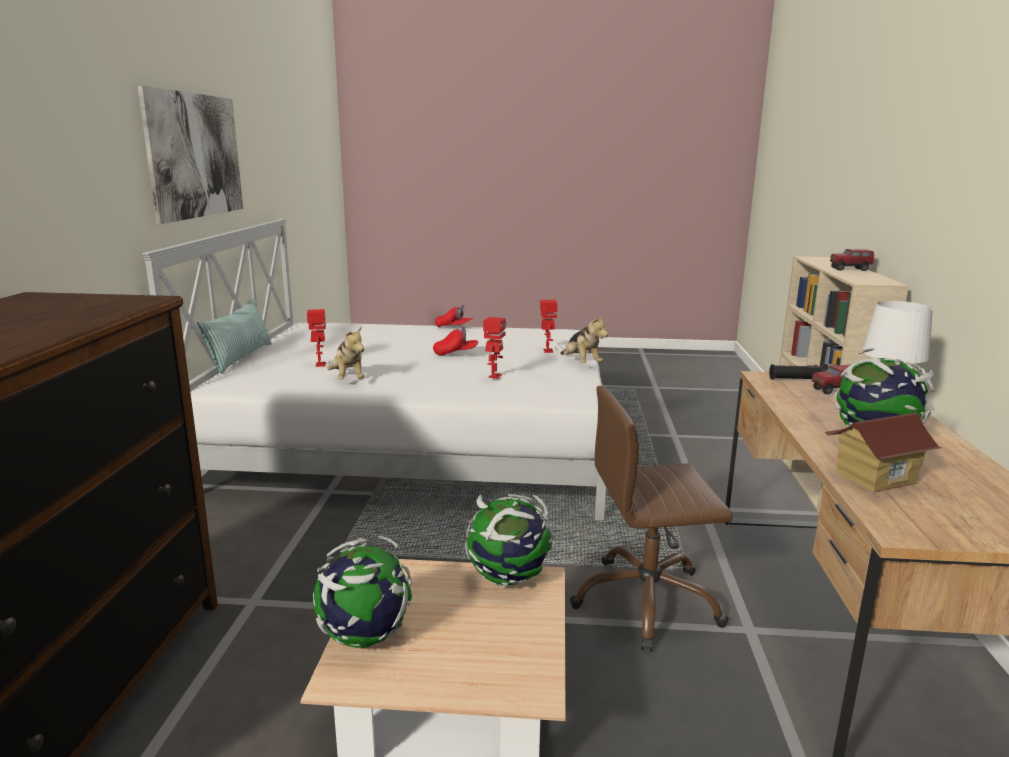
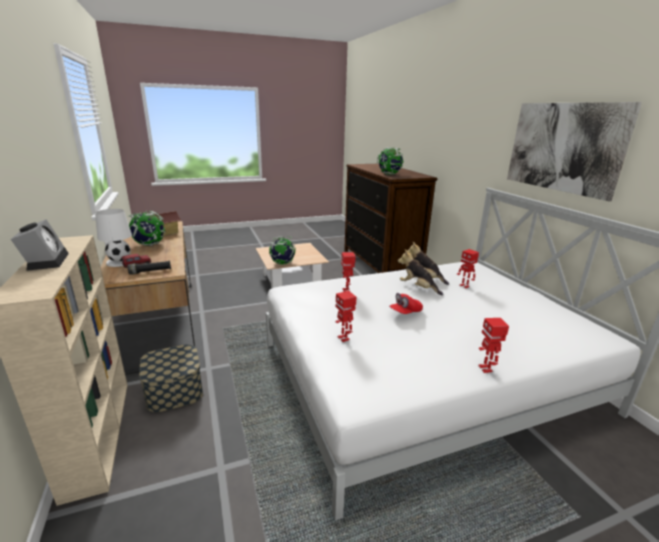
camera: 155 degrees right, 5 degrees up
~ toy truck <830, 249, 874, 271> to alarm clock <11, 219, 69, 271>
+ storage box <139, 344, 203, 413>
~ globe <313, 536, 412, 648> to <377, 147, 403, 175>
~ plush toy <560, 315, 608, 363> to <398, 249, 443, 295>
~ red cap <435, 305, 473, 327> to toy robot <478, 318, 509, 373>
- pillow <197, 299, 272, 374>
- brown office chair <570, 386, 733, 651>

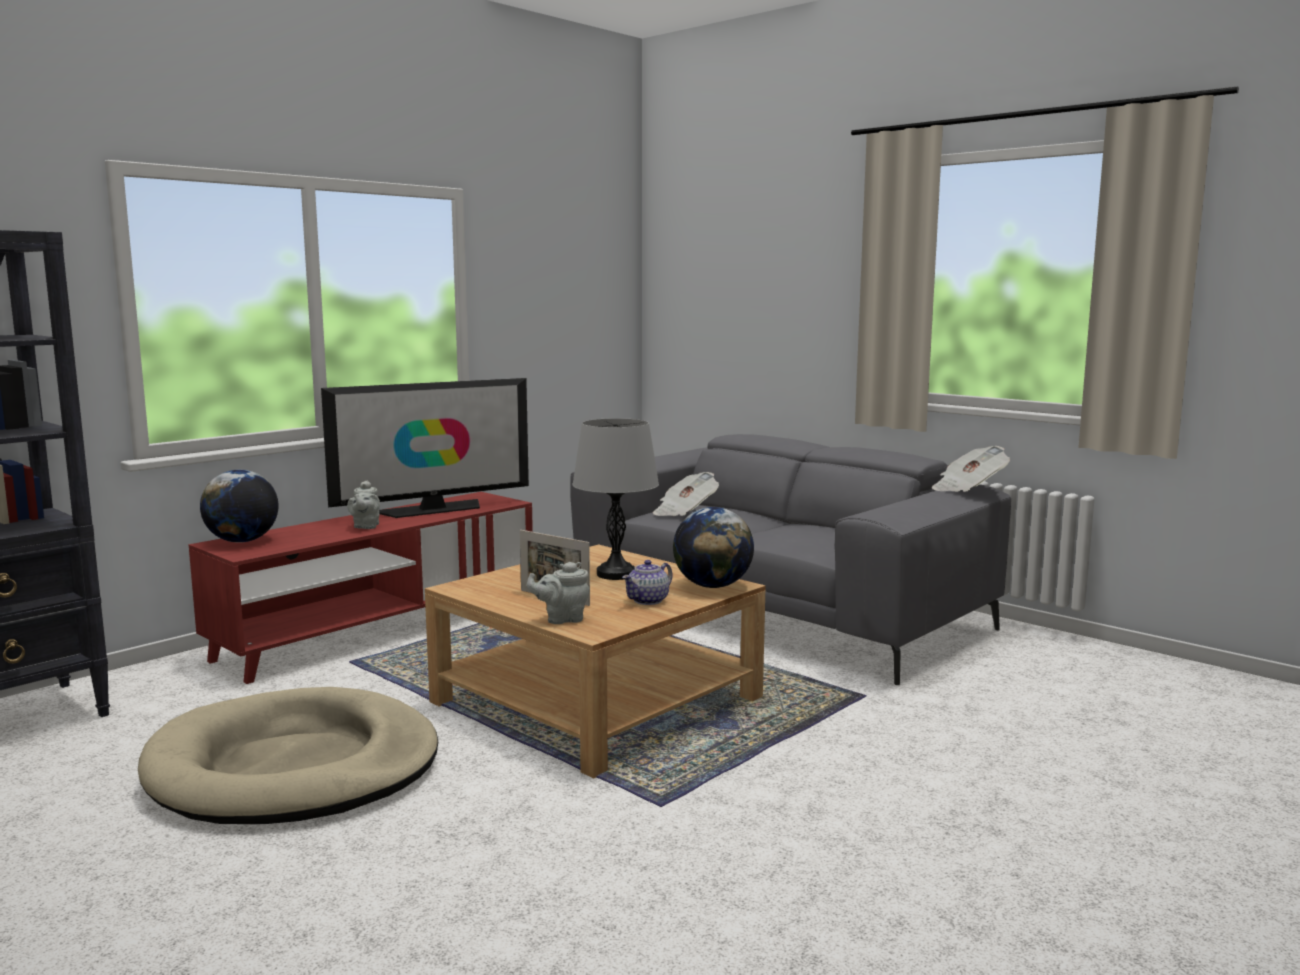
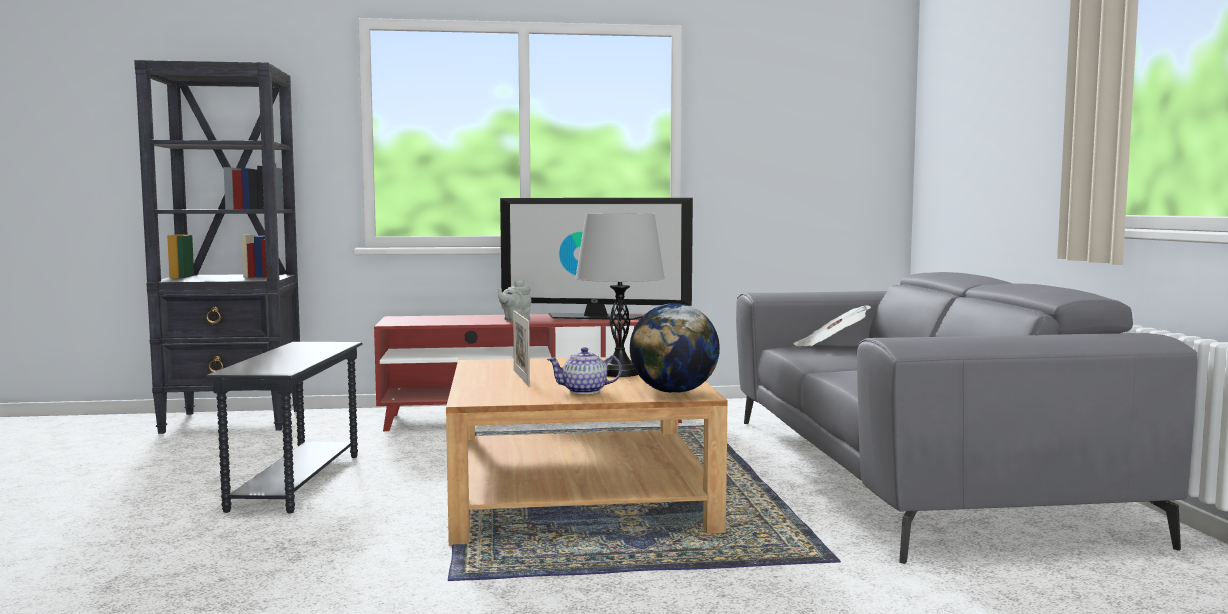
camera: 40 degrees right, 5 degrees down
~ beige dog bed <138, 687, 438, 824> to grey side table <205, 342, 363, 514>
- globe <200, 470, 279, 543>
- grey teapot <527, 562, 590, 624>
- newspaper <932, 446, 1010, 492>

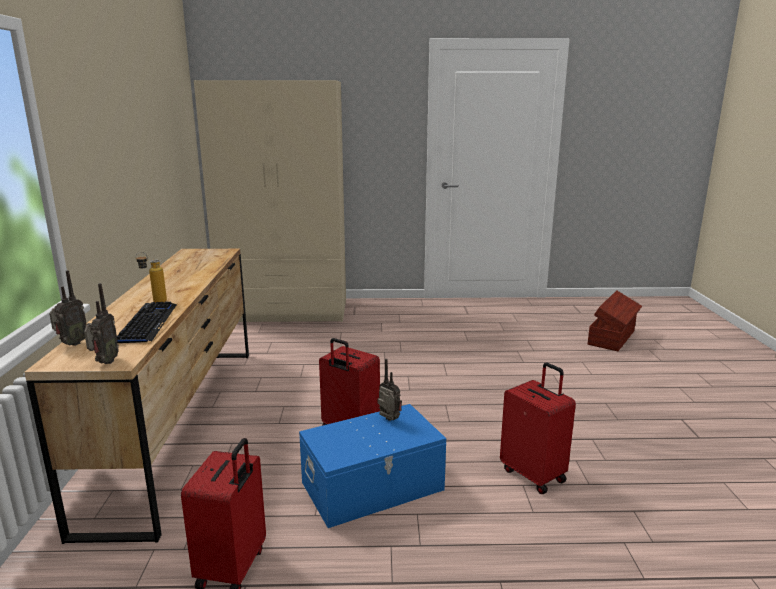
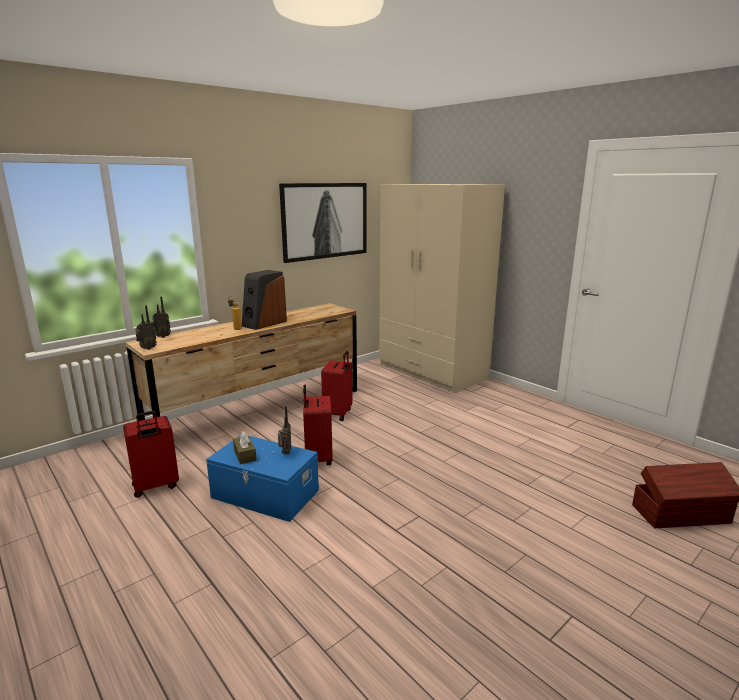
camera: 50 degrees right, 0 degrees up
+ brown tissue box <233, 431, 256, 464>
+ speaker <242, 270, 287, 330>
+ picture <279, 183, 367, 263>
~ red suitcase <500, 362, 576, 494> to <321, 351, 352, 421>
- keyboard <117, 302, 177, 343>

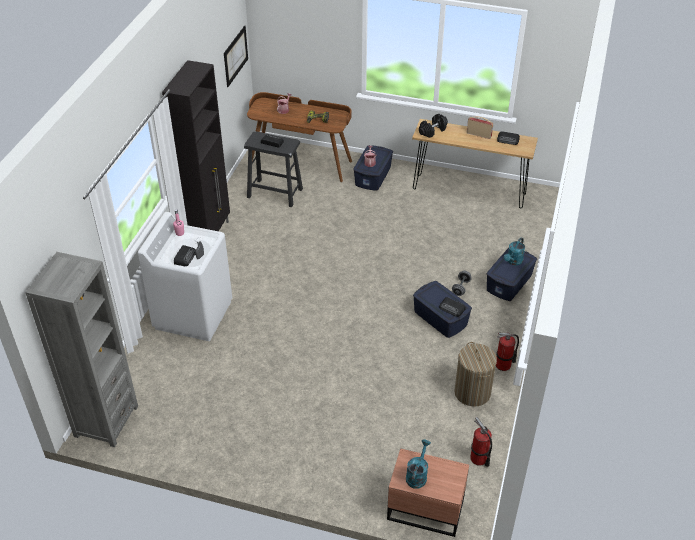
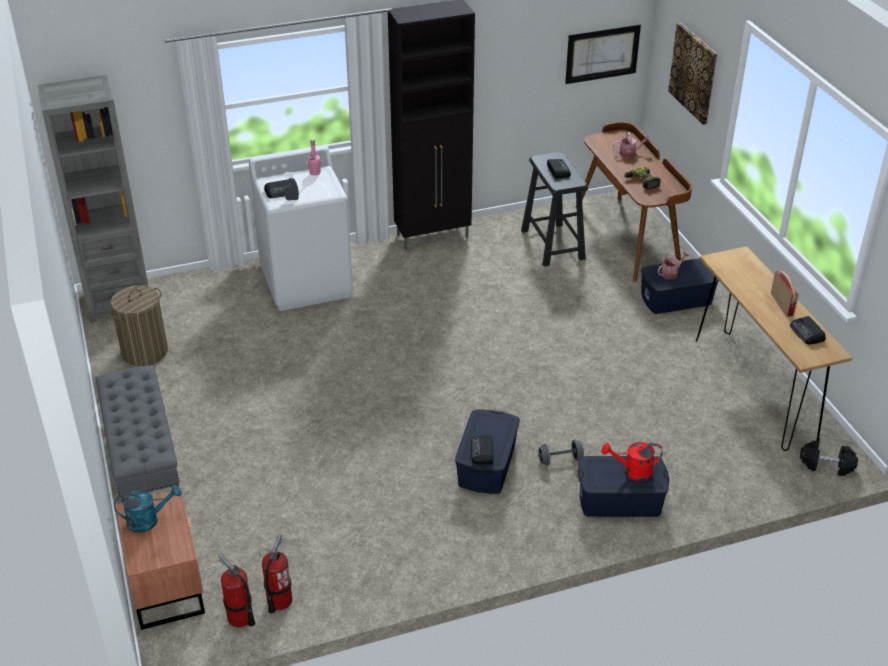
camera: 55 degrees right, 5 degrees down
+ grey bench <96, 365, 180, 503>
~ laundry basket <454, 342, 497, 407> to <109, 285, 168, 366>
~ fire extinguisher <496, 332, 519, 371> to <218, 553, 255, 627>
~ turquoise watering can <504, 238, 525, 266> to red watering can <602, 442, 663, 481>
+ picture <668, 23, 717, 125>
~ black dumbbell <419, 114, 448, 138> to <800, 440, 858, 476>

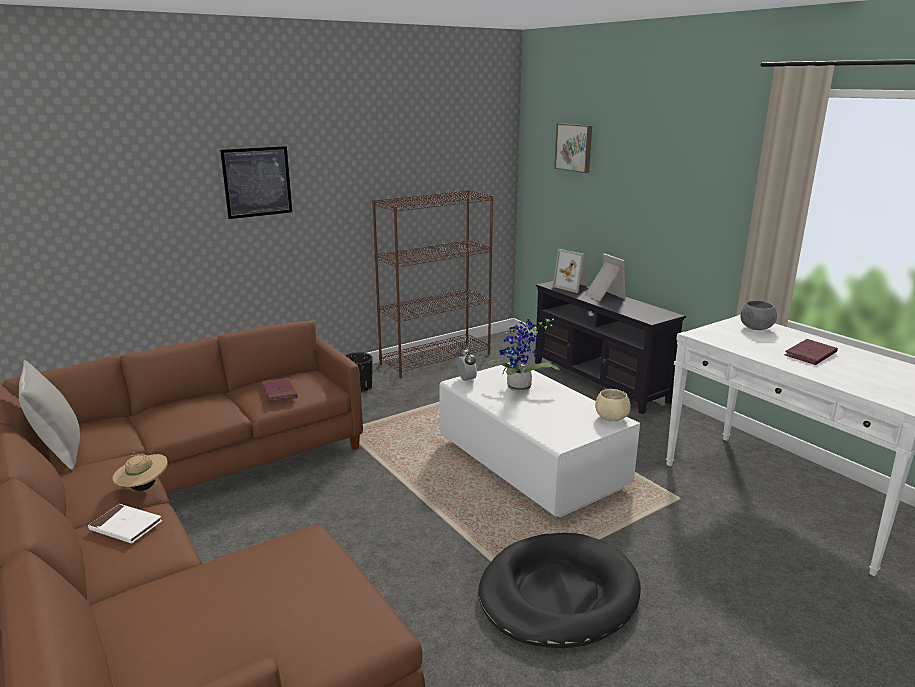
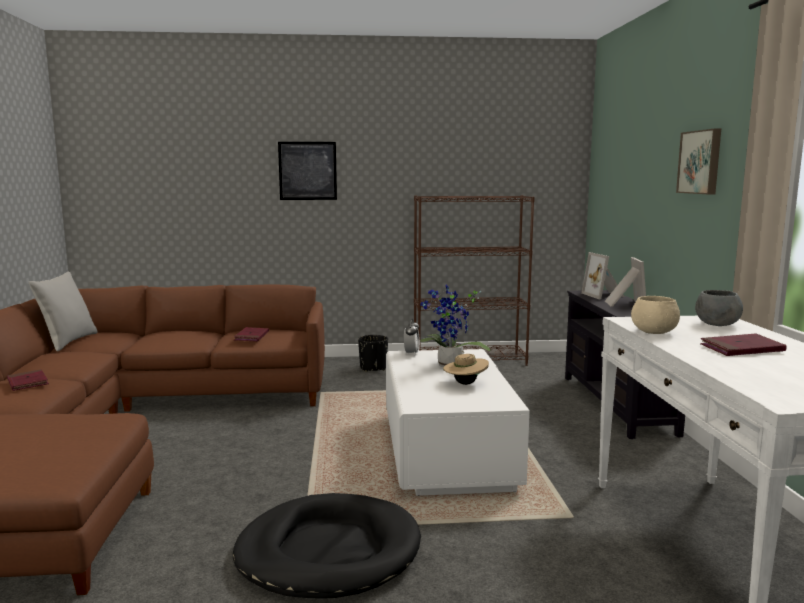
camera: 30 degrees right, 10 degrees down
~ white book <88, 504, 162, 543> to red book <7, 369, 49, 391>
~ beige hat <112, 452, 168, 491> to <443, 351, 489, 385>
~ beige bowl <595, 389, 631, 422> to <631, 296, 680, 334>
~ picture <554, 123, 592, 173> to <676, 129, 721, 194>

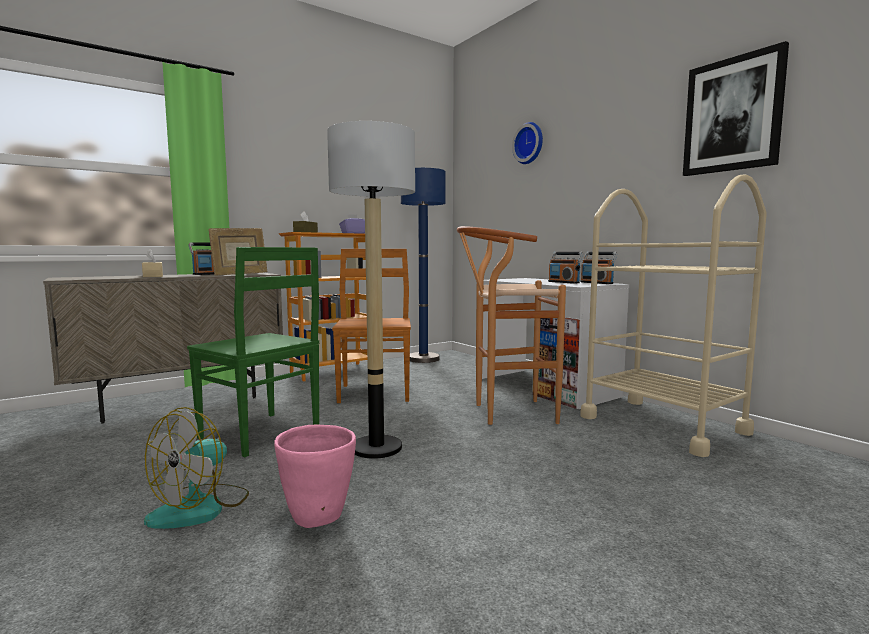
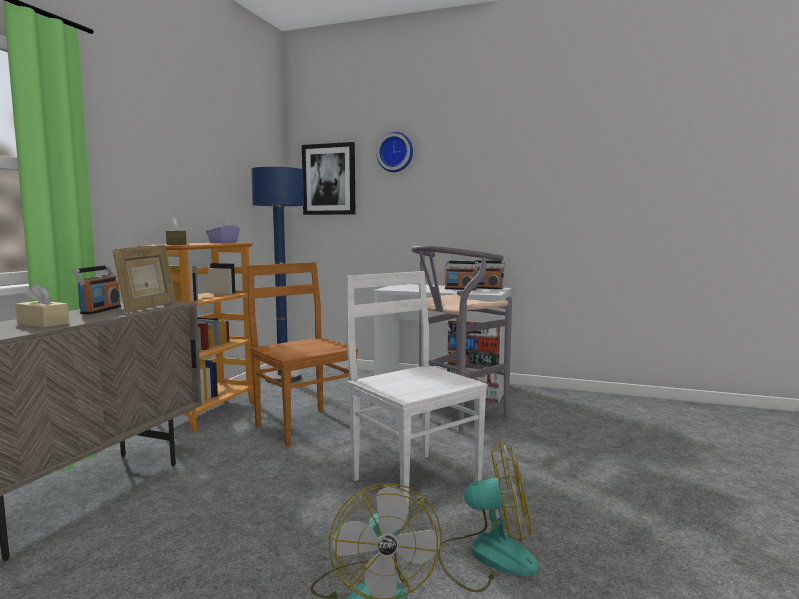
camera: 35 degrees left, 0 degrees up
~ picture <683, 41, 789, 176> to <302, 142, 355, 215>
~ floor lamp <327, 121, 415, 459> to white chair <346, 271, 488, 513>
~ brown stool <457, 226, 566, 425> to grey stool <411, 245, 512, 432>
~ pink planter <274, 425, 356, 528> to fan <438, 442, 538, 592>
- green chair <187, 247, 319, 457>
- beige cart <580, 174, 767, 457>

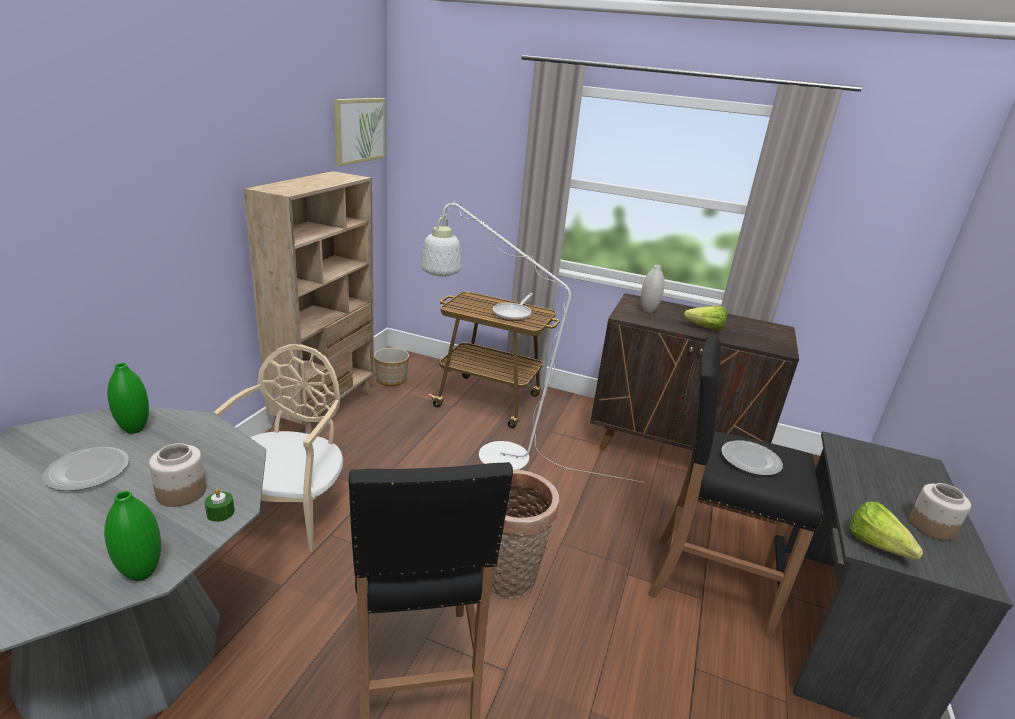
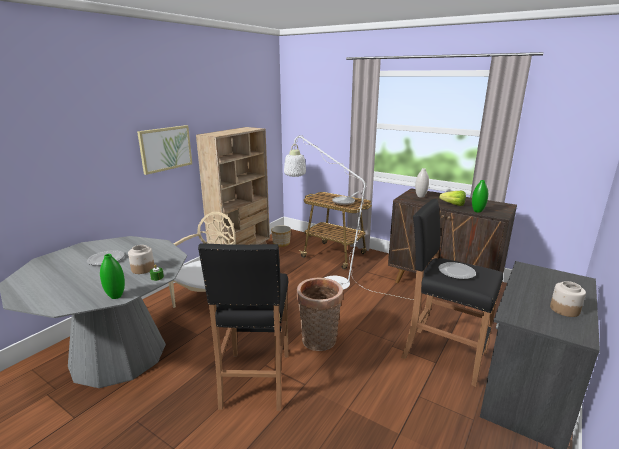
camera: 15 degrees right, 5 degrees down
~ picture <334, 98, 385, 166> to <137, 125, 192, 175>
~ green vase <107, 363, 149, 434> to <472, 180, 488, 213>
- lettuce <849, 502, 923, 560>

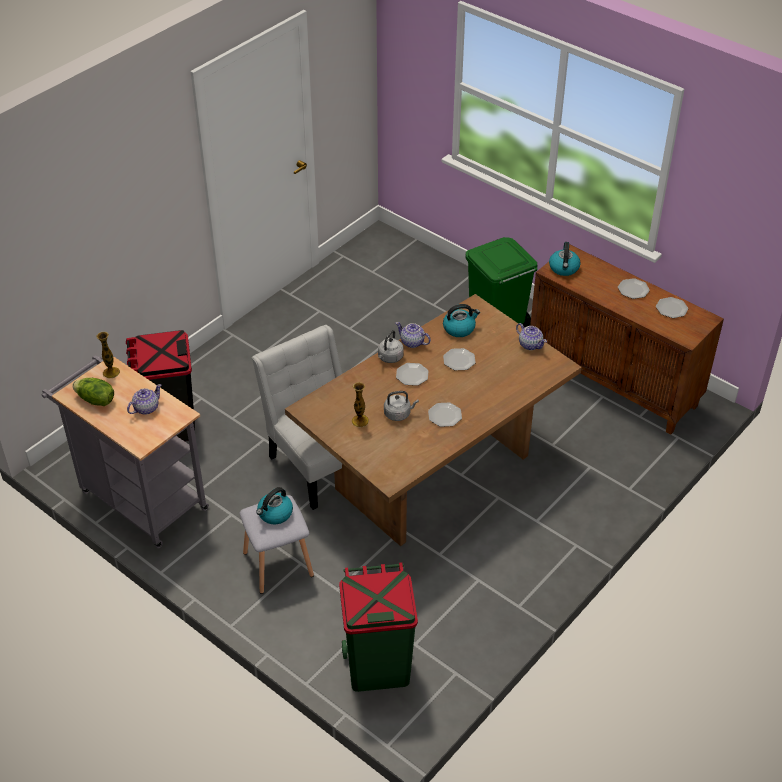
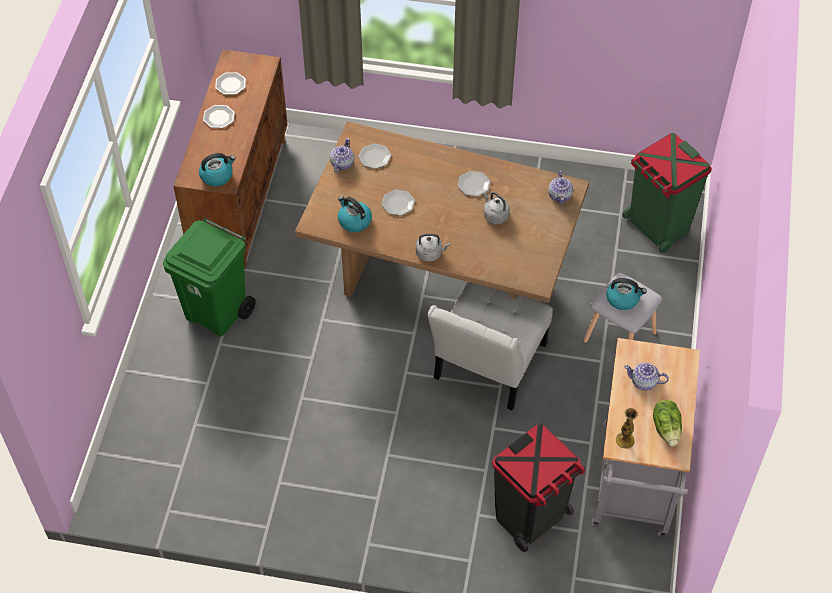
camera: 120 degrees left, 10 degrees up
~ plate <396, 363, 428, 386> to <358, 143, 391, 169>
~ teapot <396, 322, 431, 348> to <548, 171, 573, 204>
- vase <352, 382, 369, 428>

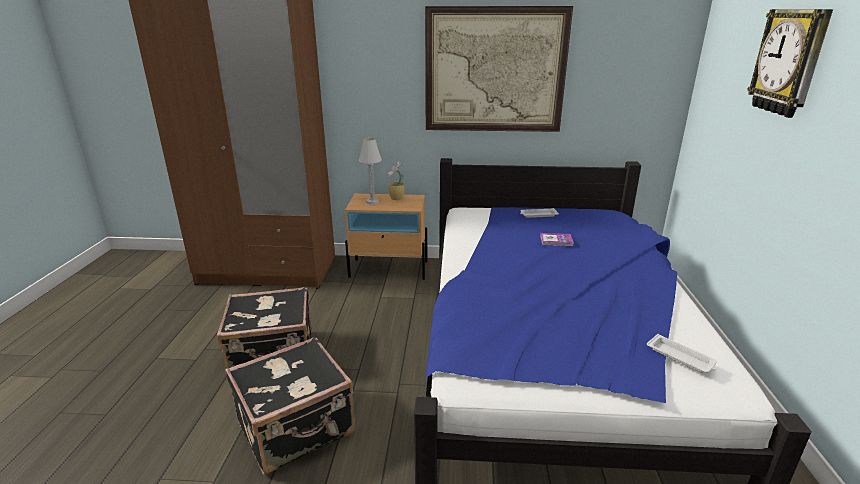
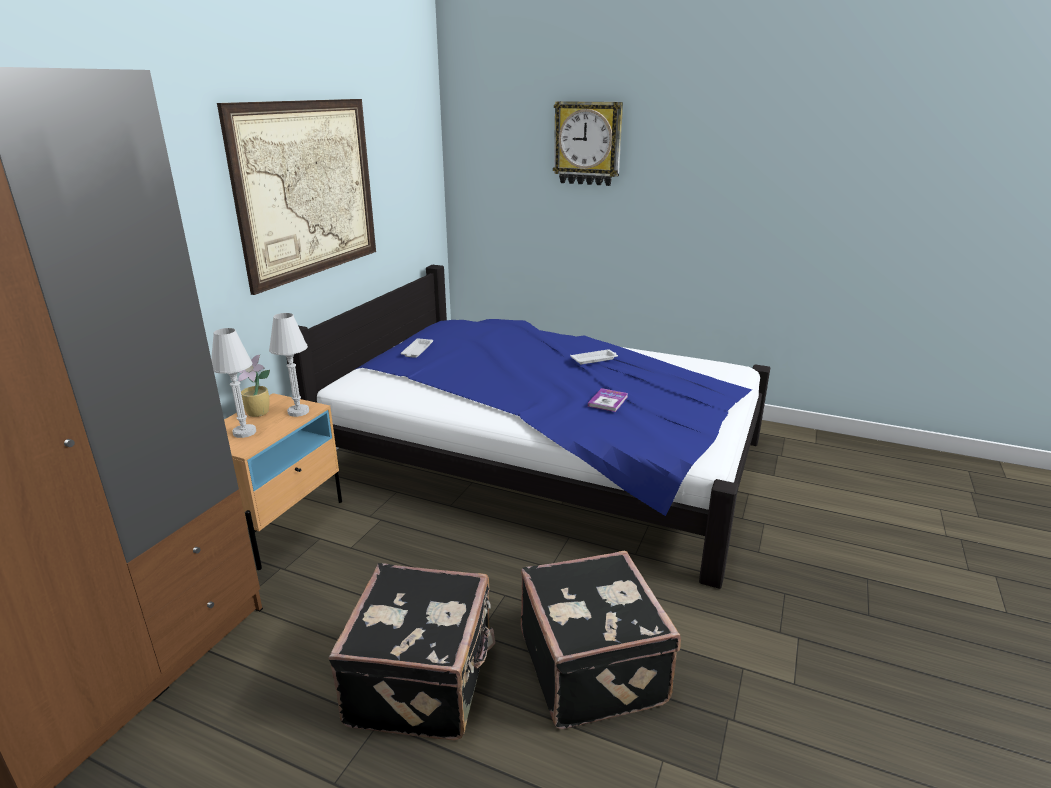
camera: 70 degrees left, 0 degrees up
+ white table lamp <269, 313, 309, 417>
~ white tray <647, 334, 717, 373> to <570, 349, 618, 364>
~ book <540, 233, 574, 246> to <588, 388, 628, 412>

